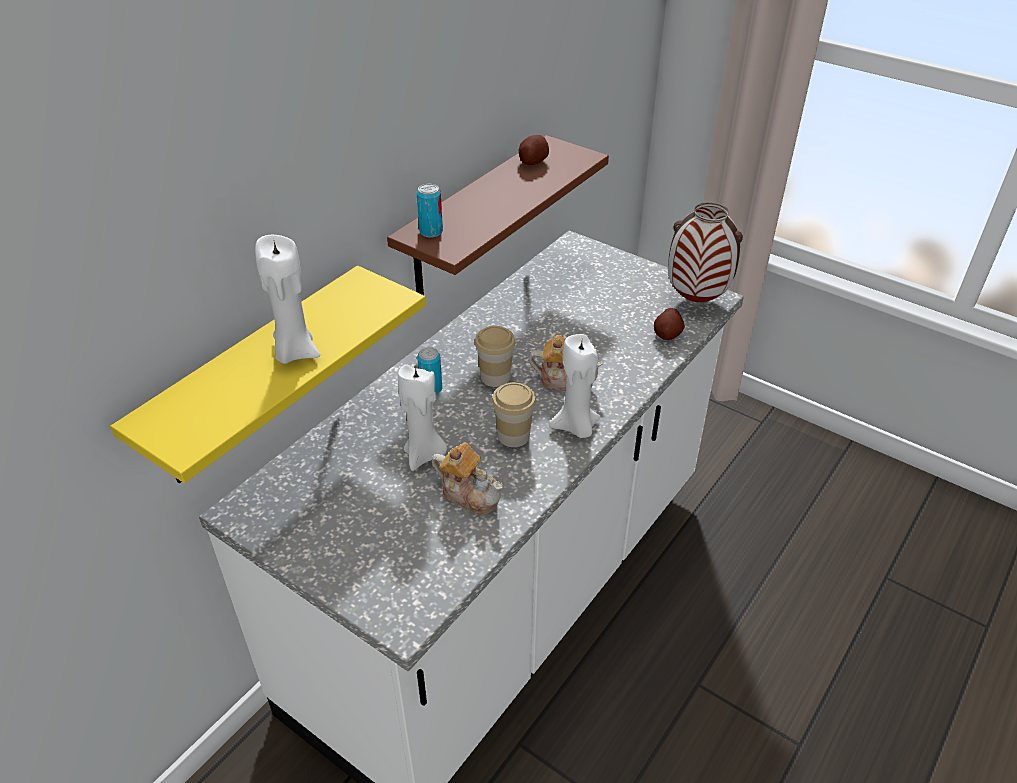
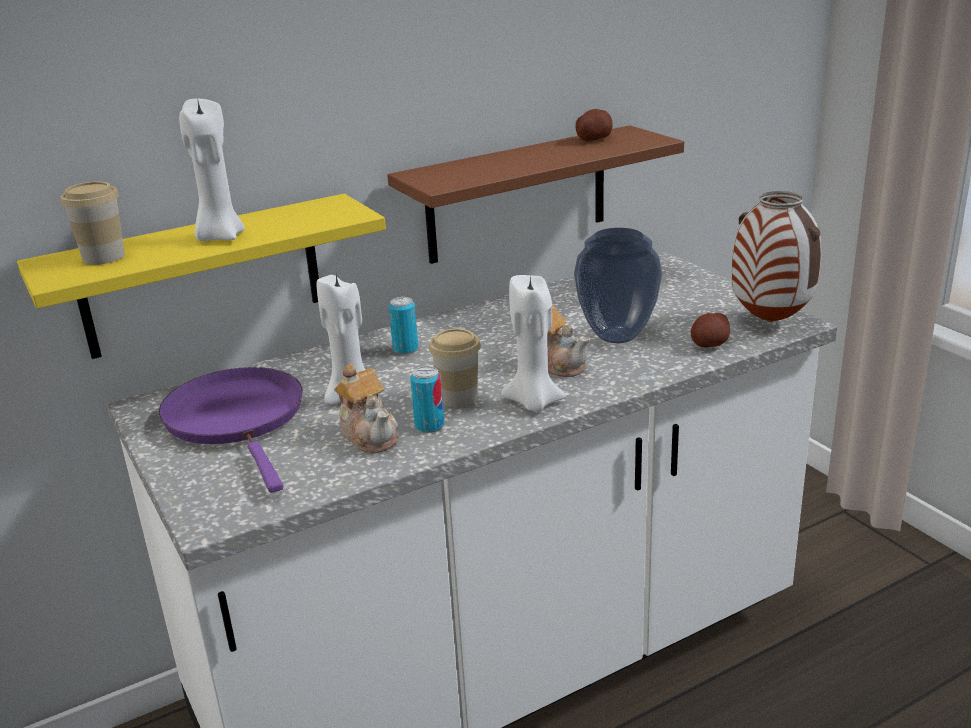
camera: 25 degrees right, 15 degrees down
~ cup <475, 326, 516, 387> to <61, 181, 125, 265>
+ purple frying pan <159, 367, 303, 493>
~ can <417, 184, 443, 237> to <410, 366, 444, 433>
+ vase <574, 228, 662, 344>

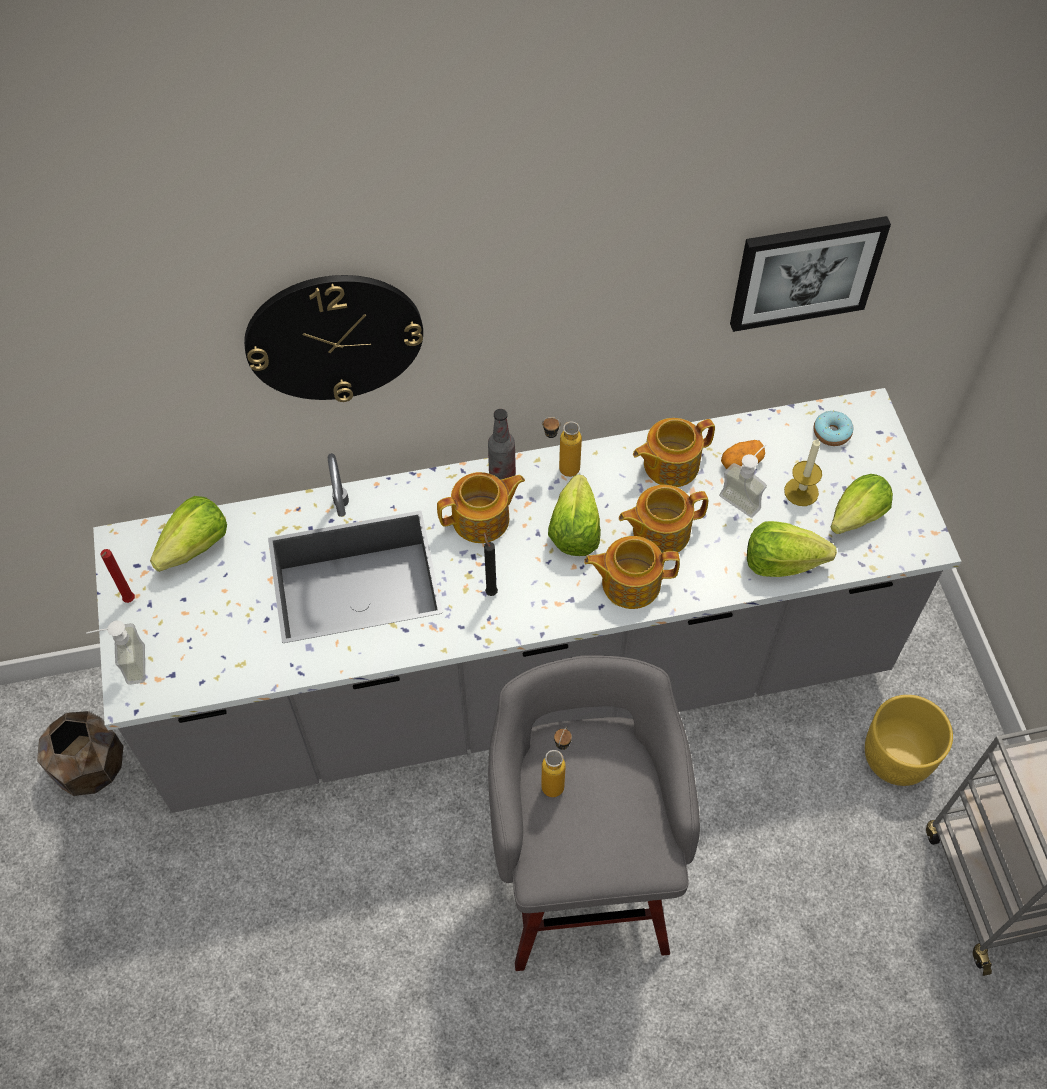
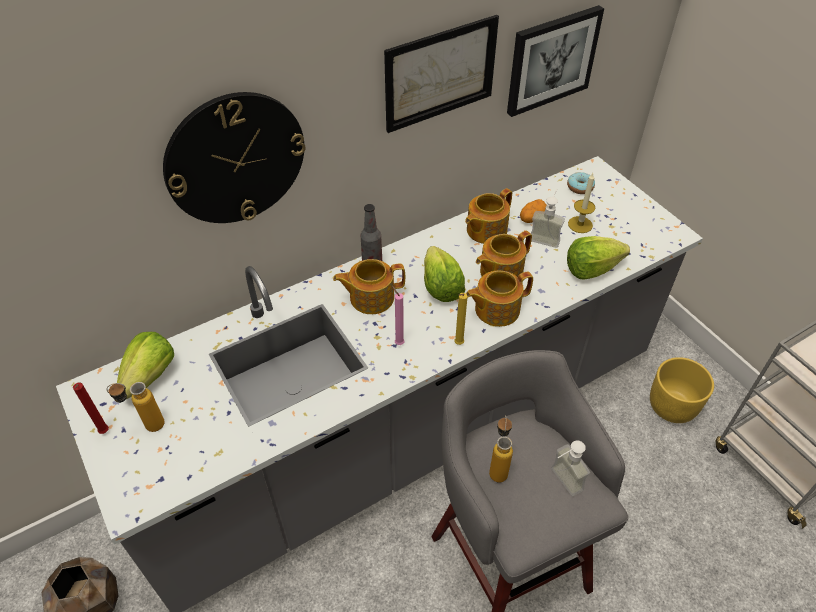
camera: 20 degrees left, 10 degrees down
~ bottle <542, 417, 582, 477> to <106, 382, 165, 432>
~ teapot <437, 472, 525, 543> = <333, 259, 405, 314> 150 degrees counterclockwise
+ picture <384, 15, 499, 133>
~ black candle <484, 533, 498, 596> to pink candle <392, 286, 405, 345>
+ yellow candle <454, 293, 468, 345>
~ soap dispenser <86, 621, 145, 685> to <551, 440, 590, 496>
- lettuce <831, 474, 893, 534>

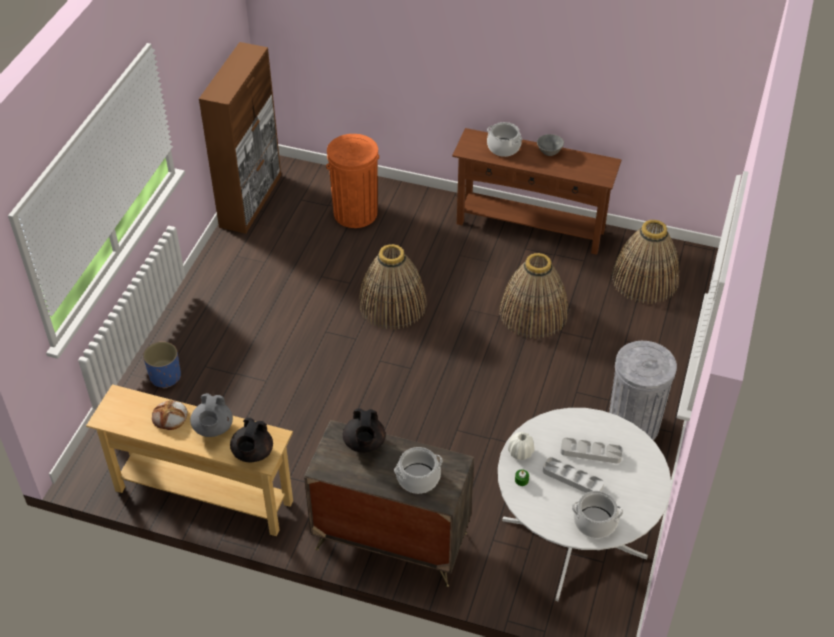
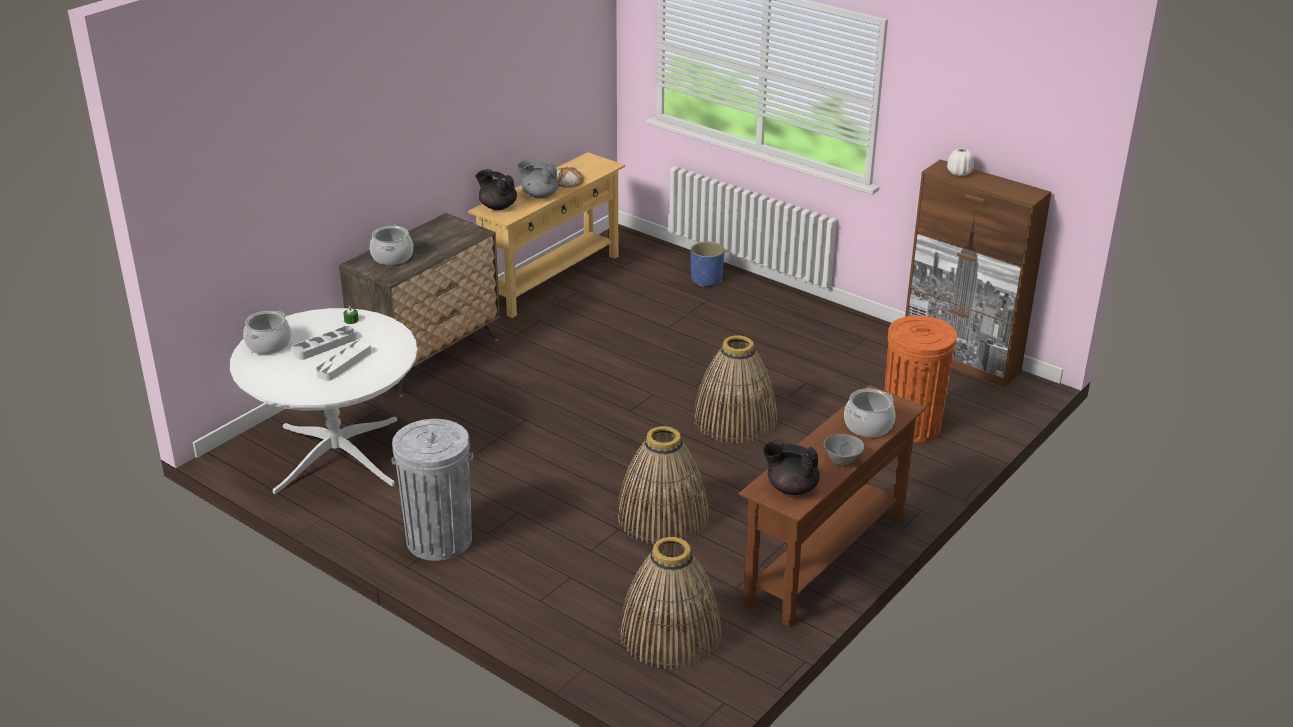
camera: 110 degrees right, 15 degrees down
~ black teapot <343, 408, 386, 453> to <763, 440, 820, 495>
~ white vase <508, 432, 534, 460> to <947, 148, 974, 176>

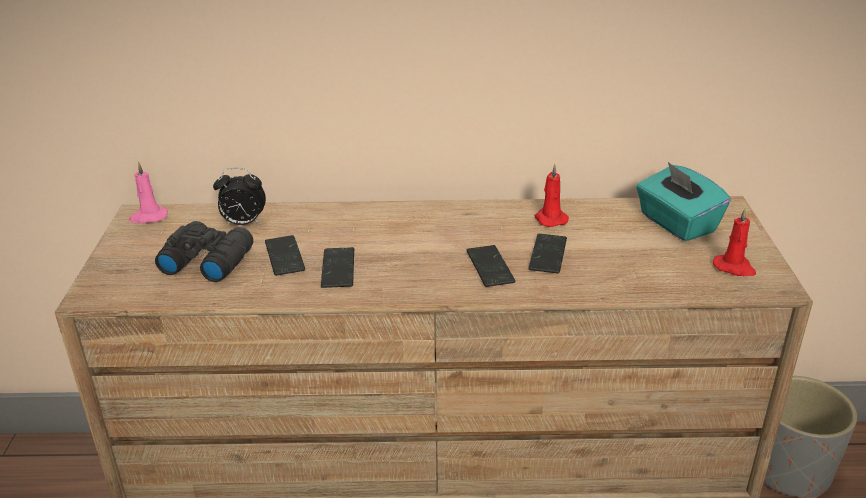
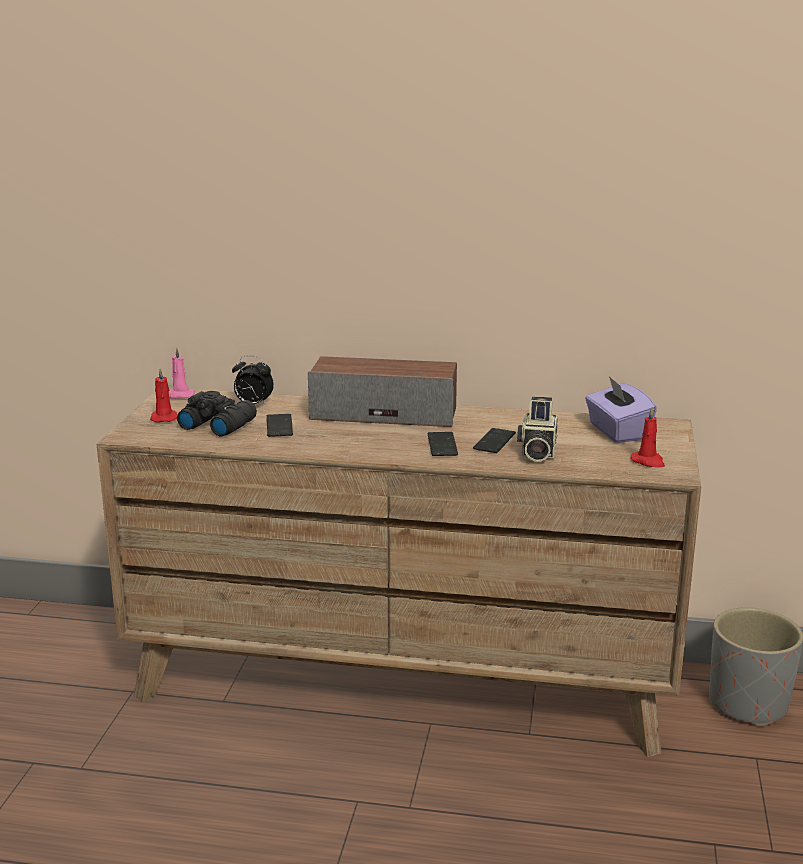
camera: 10 degrees right, 10 degrees down
~ red candle <535, 164, 569, 227> to <150, 368, 177, 423>
+ speaker <308, 356, 457, 427>
+ photo camera <517, 397, 558, 462>
~ turquoise tissue box <636, 162, 731, 242> to purple tissue box <585, 376, 657, 443>
- phone <321, 247, 354, 288>

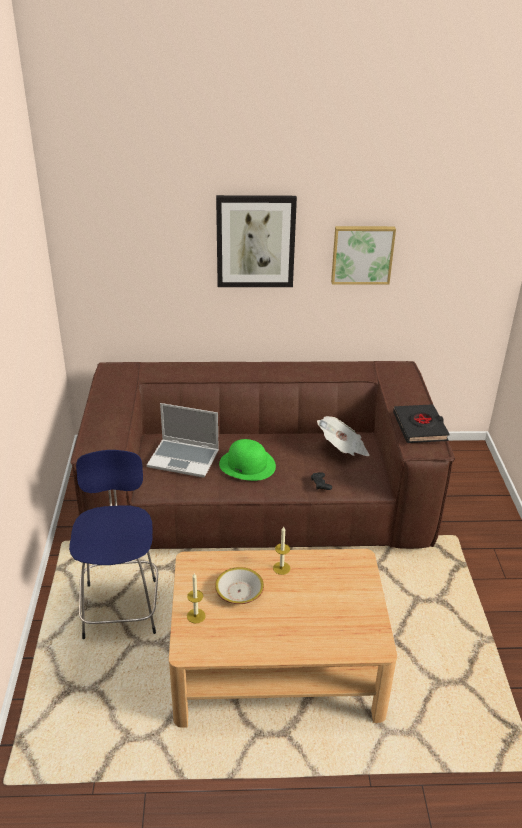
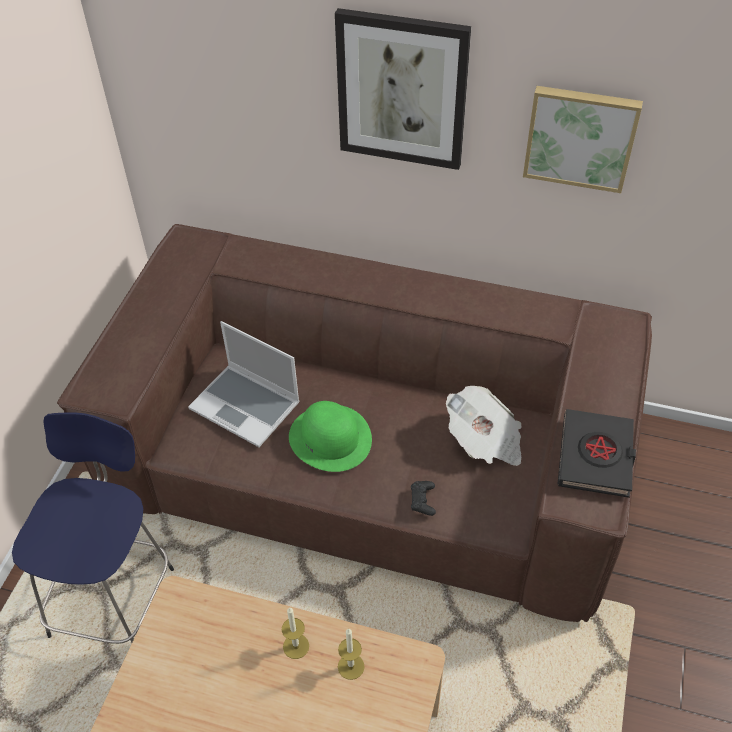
camera: 20 degrees right, 15 degrees up
~ candle <187, 573, 206, 623> to <338, 628, 365, 680>
- bowl <215, 567, 264, 604>

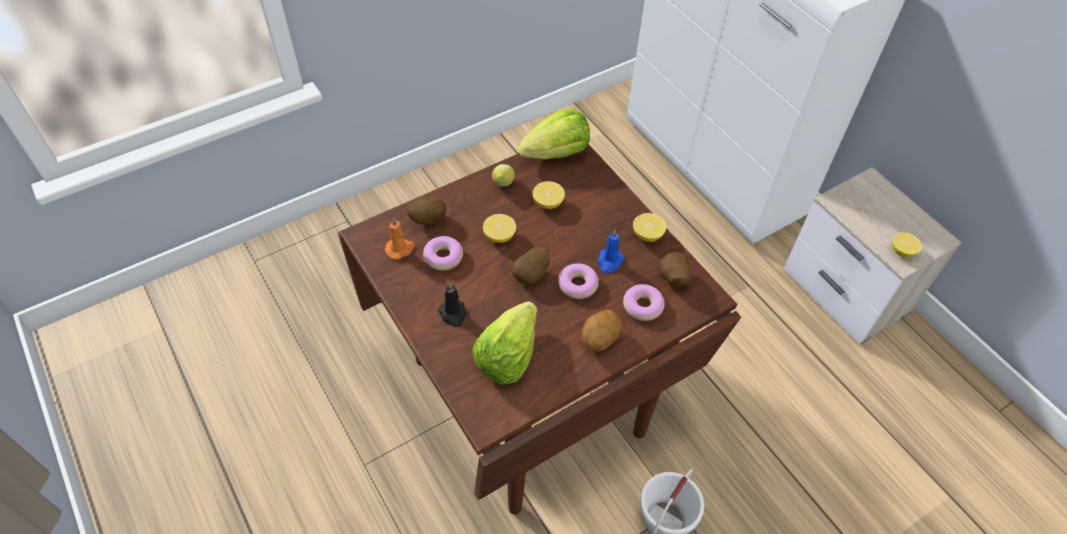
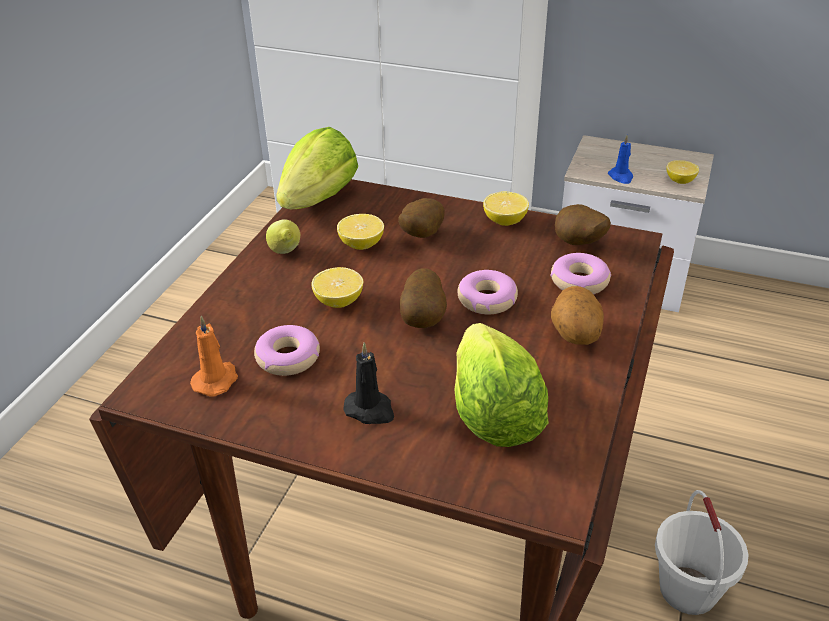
camera: 35 degrees left, 15 degrees down
~ potato <407, 196, 446, 225> to <398, 198, 445, 238>
~ blue candle <597, 230, 624, 274> to <608, 135, 633, 184>

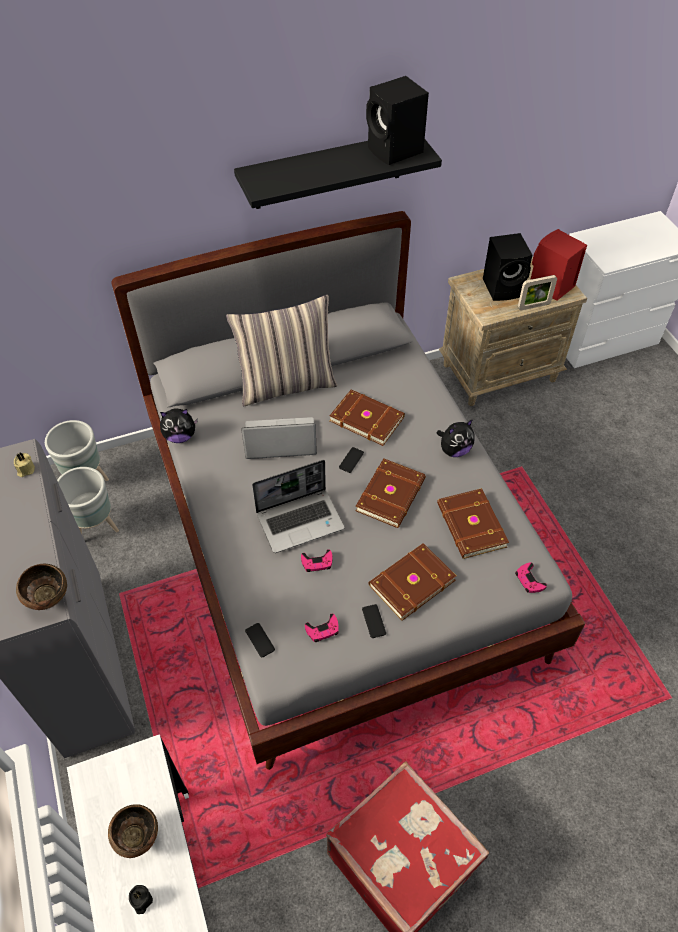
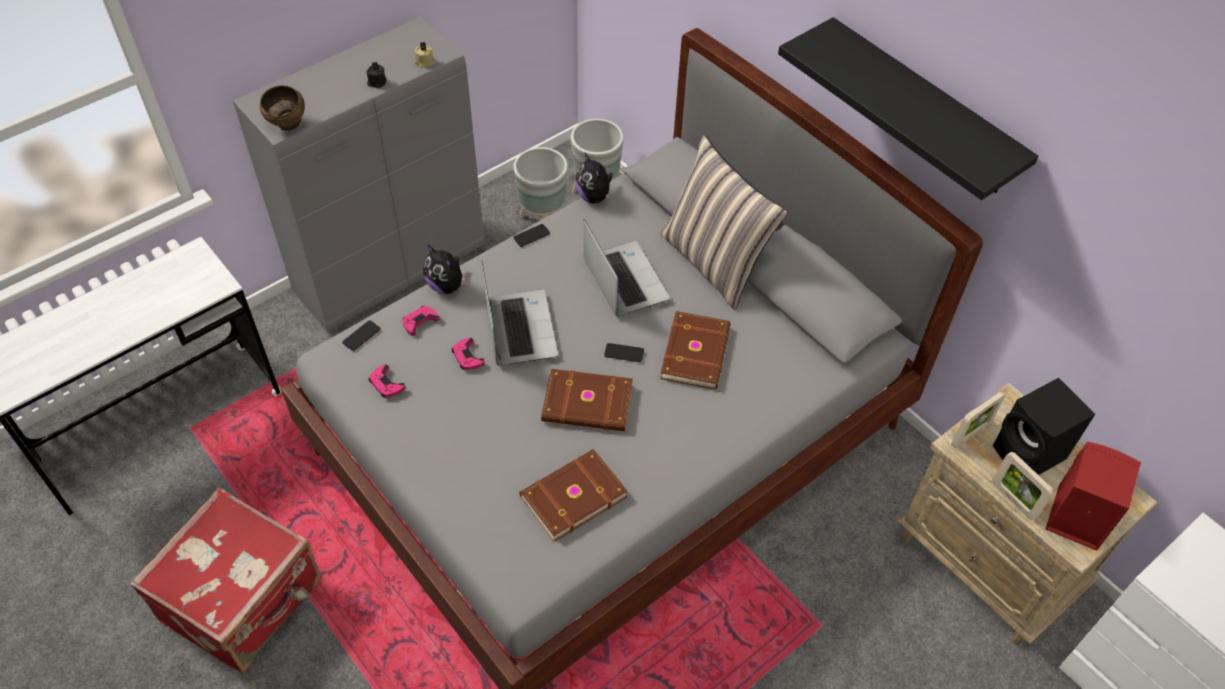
camera: 70 degrees right, 0 degrees up
~ black candle <129, 885, 153, 914> to <366, 62, 387, 88>
~ pink game controller <515, 562, 547, 593> to <402, 306, 439, 336>
~ plush toy <437, 419, 474, 457> to <423, 245, 469, 294>
~ laptop <252, 460, 345, 553> = <481, 260, 558, 366> 150 degrees counterclockwise
~ phone <362, 604, 386, 638> to <513, 224, 550, 247>
+ picture frame <951, 391, 1005, 448>
- brown bowl <108, 804, 158, 858>
- black speaker <366, 76, 429, 165>
- brown book <369, 543, 456, 621>

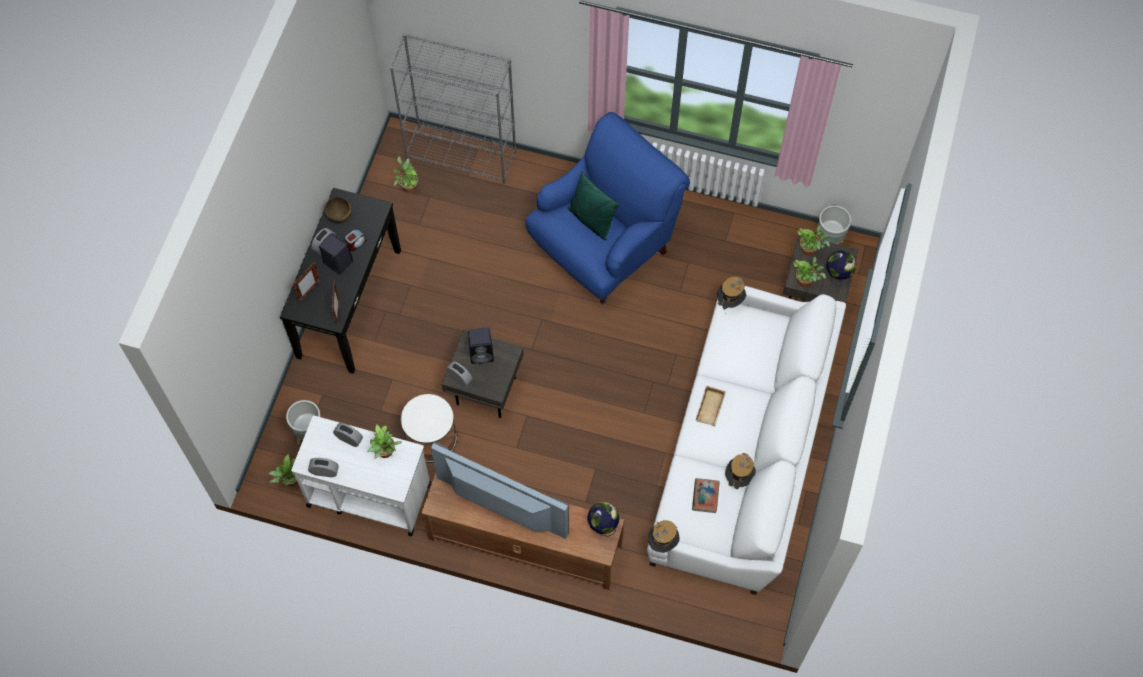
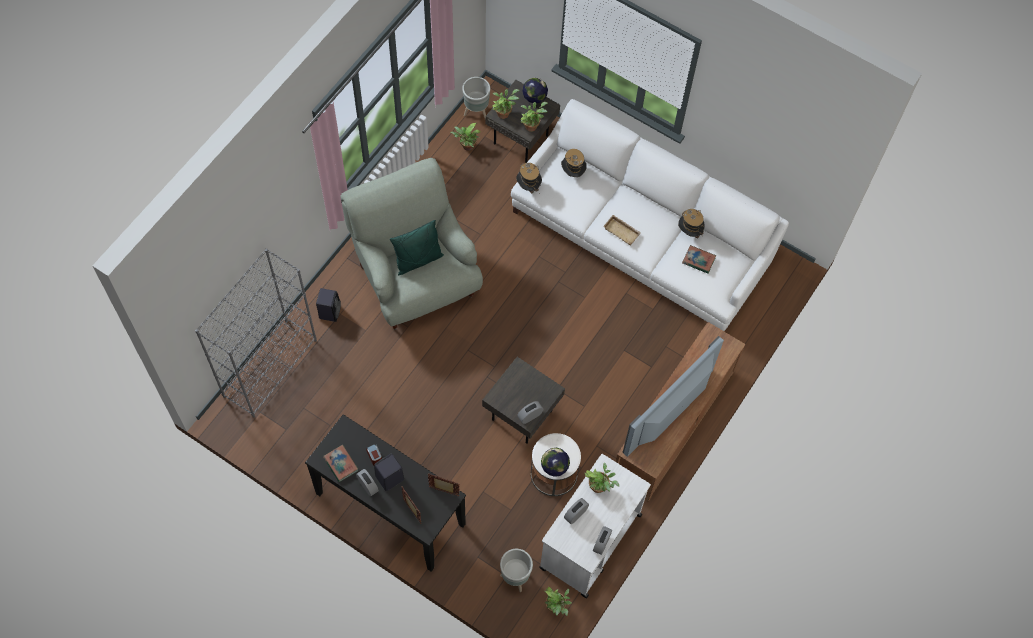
camera: 75 degrees left, 0 degrees up
~ black speaker <468, 327, 494, 364> to <316, 288, 341, 322>
~ brown bowl <324, 197, 352, 223> to book <323, 445, 358, 482>
~ blue armchair <525, 112, 690, 305> to grey armchair <341, 158, 483, 330>
~ potted plant <393, 156, 419, 193> to <450, 123, 481, 151>
~ globe <587, 502, 620, 537> to <541, 448, 570, 477>
~ hat <648, 520, 680, 553> to <561, 149, 587, 177>

